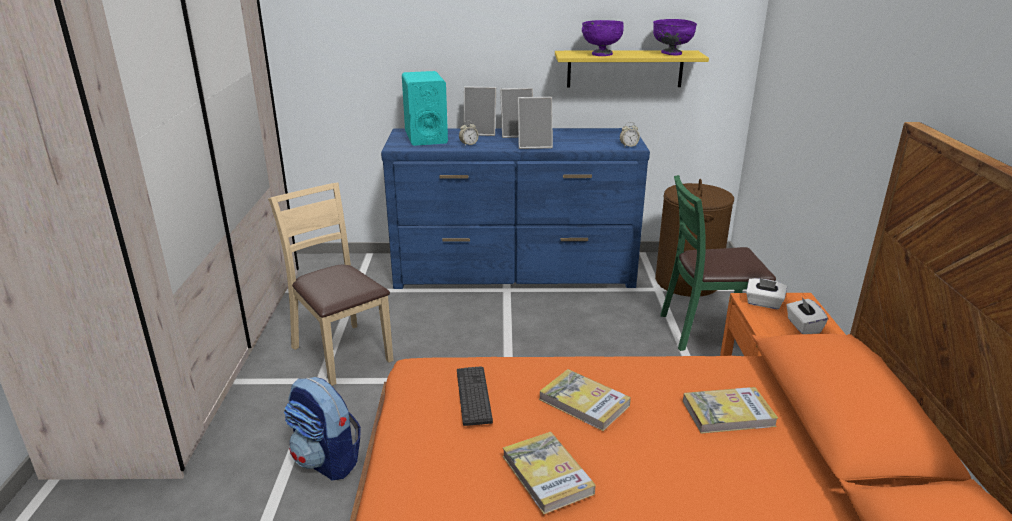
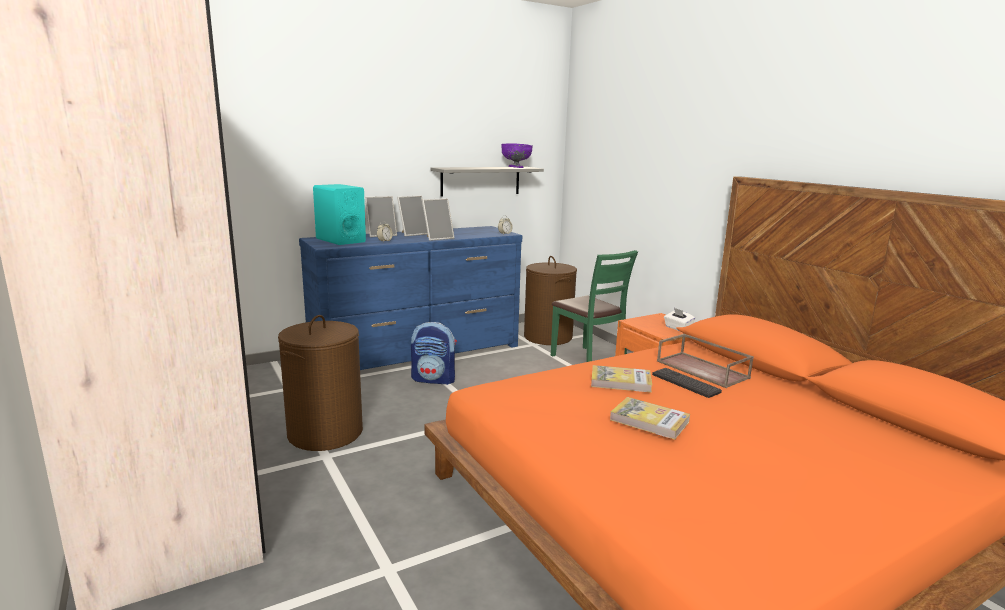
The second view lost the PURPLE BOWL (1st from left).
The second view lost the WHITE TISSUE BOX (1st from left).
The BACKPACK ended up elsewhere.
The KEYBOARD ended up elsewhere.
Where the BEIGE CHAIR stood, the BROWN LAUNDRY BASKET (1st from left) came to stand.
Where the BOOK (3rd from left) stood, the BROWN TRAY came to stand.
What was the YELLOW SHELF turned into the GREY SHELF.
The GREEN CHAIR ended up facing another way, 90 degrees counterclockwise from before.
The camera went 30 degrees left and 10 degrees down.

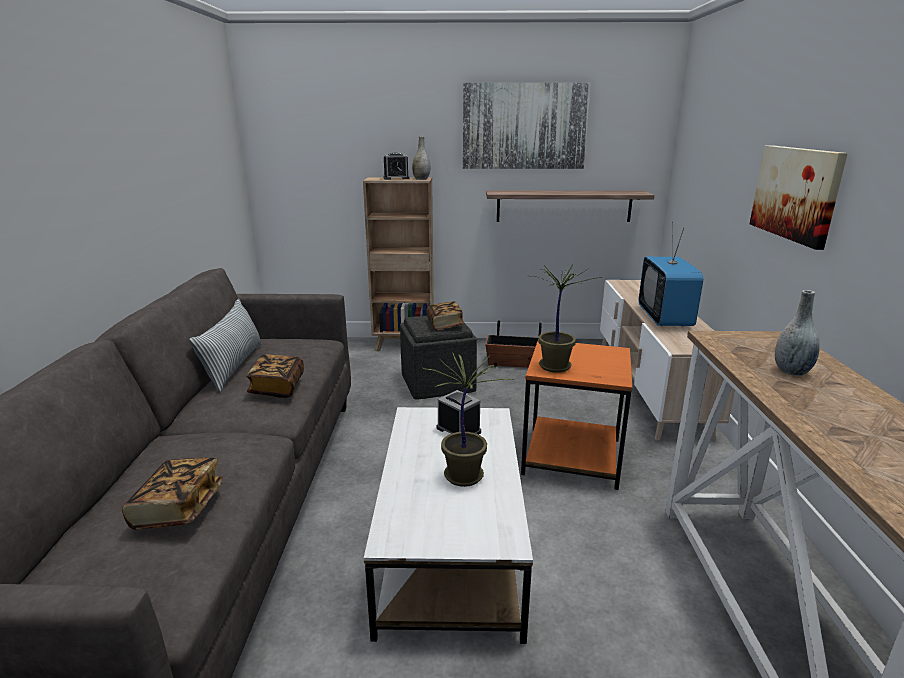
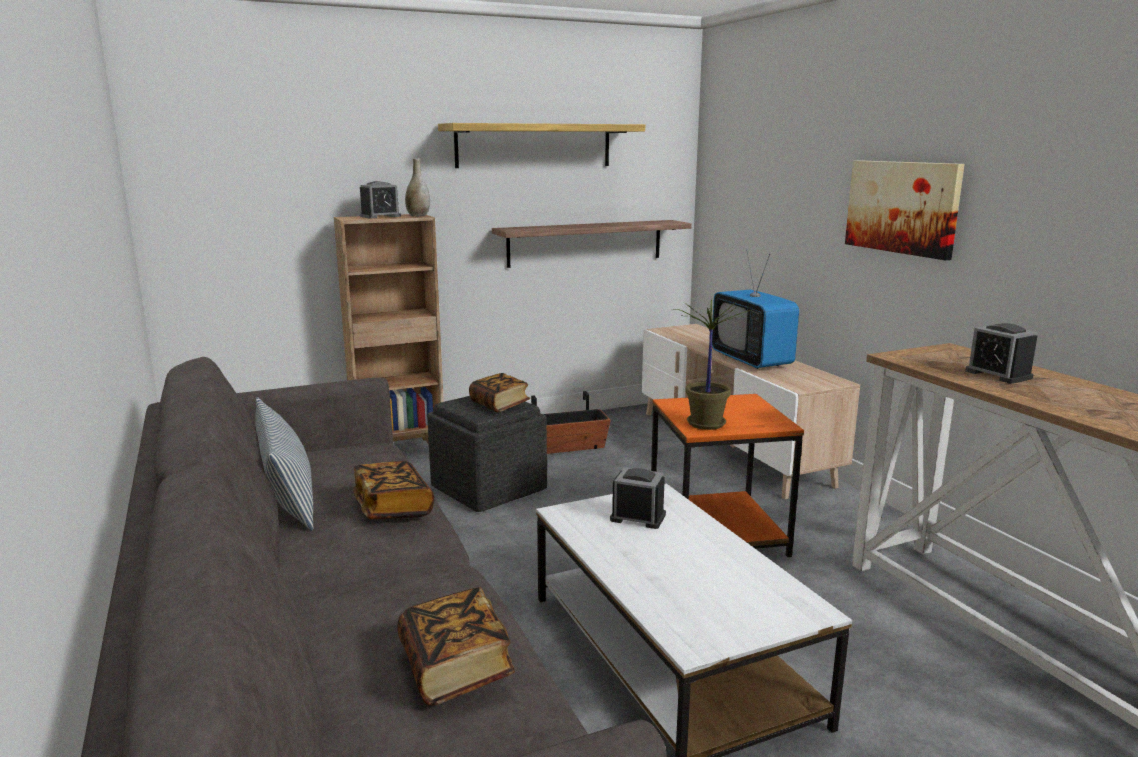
The second view lost the POTTED PLANT (1st from left).
Where the PICTURE (1st from left) hung, the SHELF (1st from left) came to hang.
Where the GREY VASE (2nd from left) stood, the ALARM CLOCK (3rd from left) came to stand.
The camera went 25 degrees left and 5 degrees down.

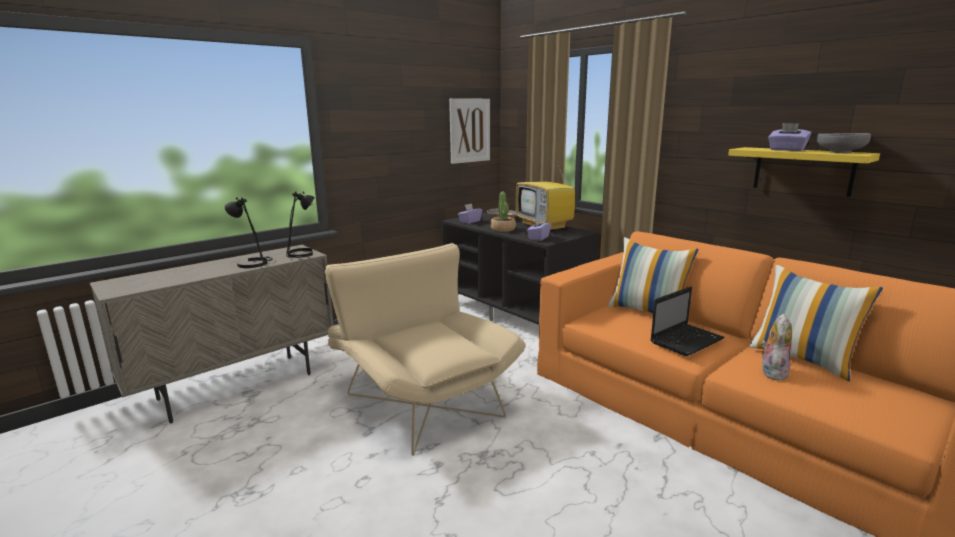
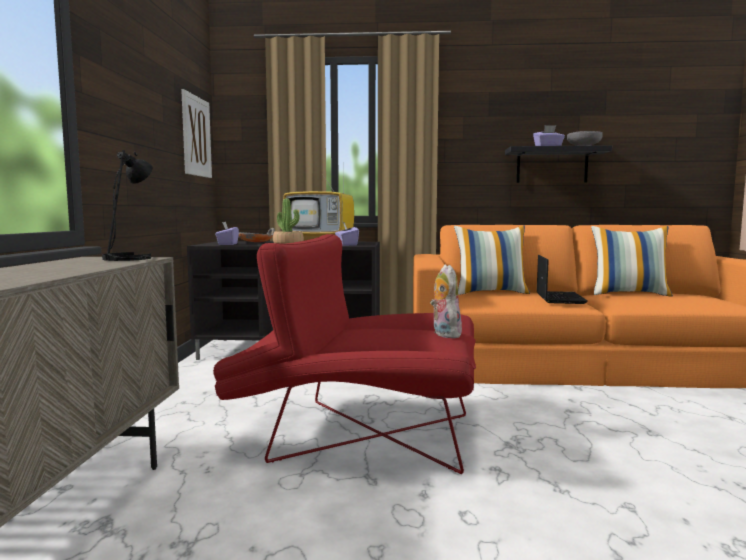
The second view lost the BLACK TABLE LAMP (1st from left).
The PLUSH TOY ended up elsewhere.
What was the BEIGE ARMCHAIR turned into the RED ARMCHAIR.
What was the YELLOW SHELF turned into the BLACK SHELF.
The camera went 45 degrees left and 10 degrees down.

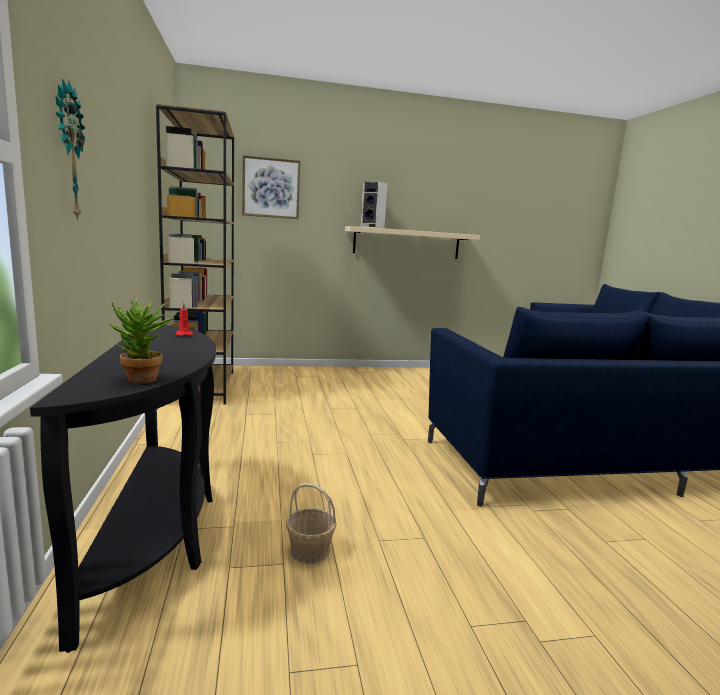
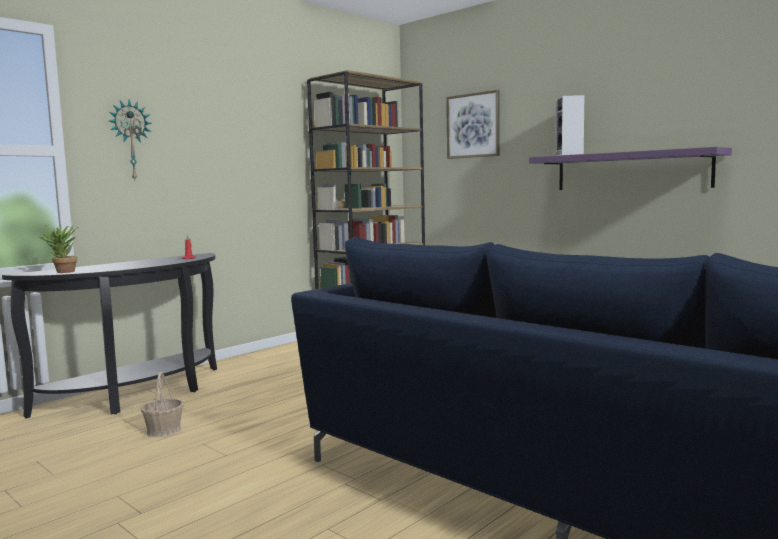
What was the BEIGE SHELF turned into the PURPLE SHELF.
The camera went 55 degrees right and 5 degrees down.

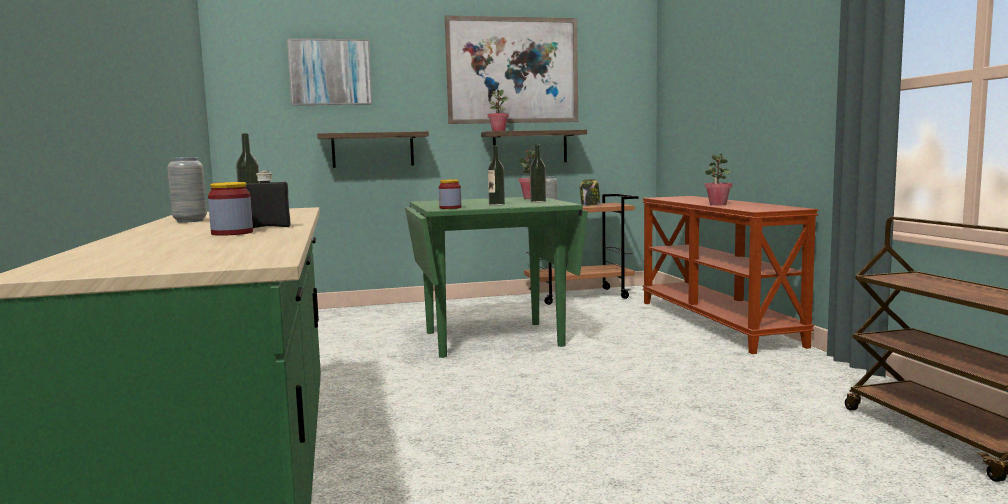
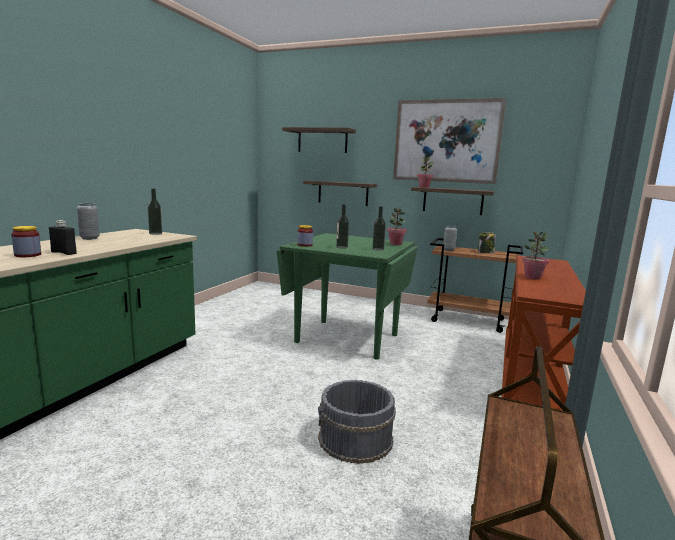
The second view gained the GREY BUCKET.
Where the PICTURE (1st from left) hung, the SHELF (1st from left) came to hang.
The camera went 35 degrees right and 5 degrees up.

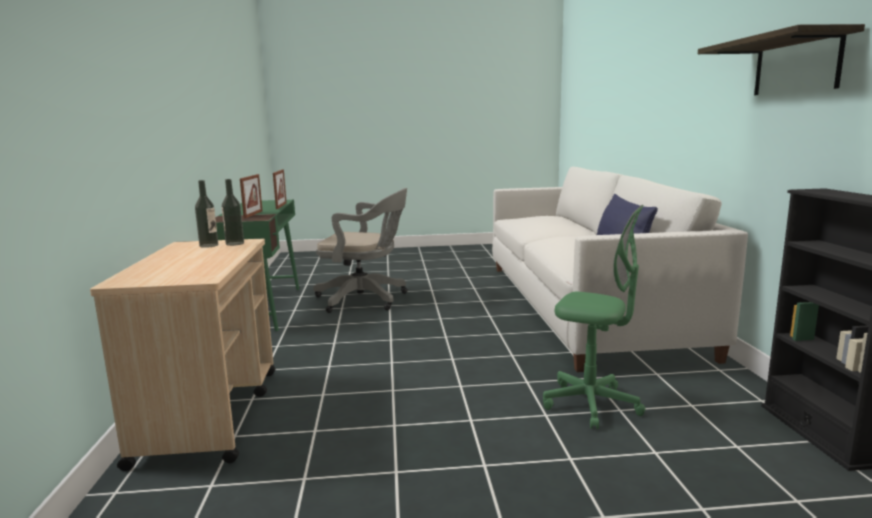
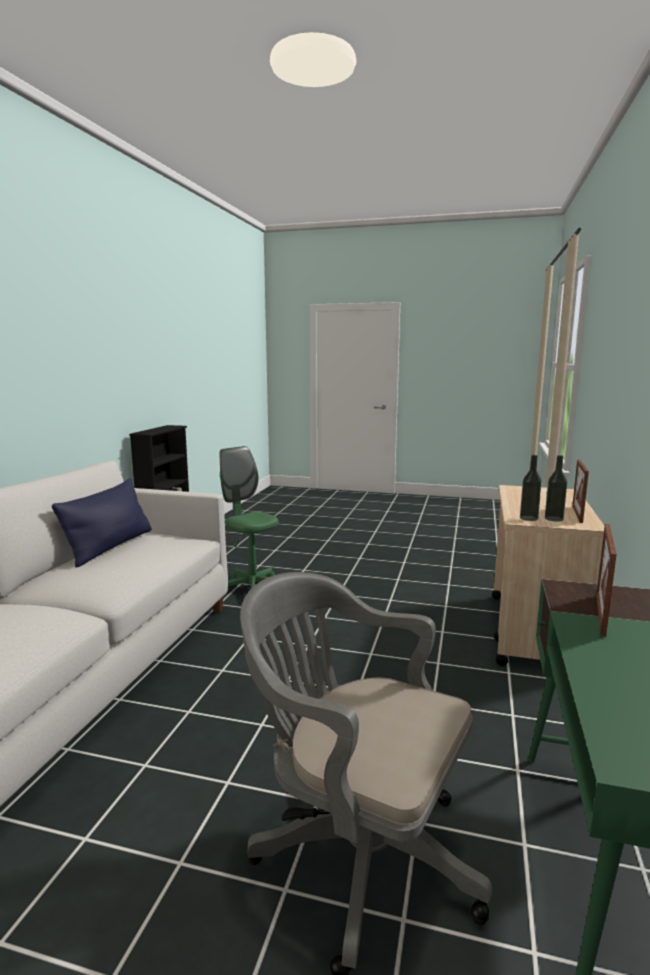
The second view lost the SHELF.
The PICTURE FRAME (2nd from left in the first image) ended up elsewhere.
The camera went 160 degrees left and 0 degrees up.

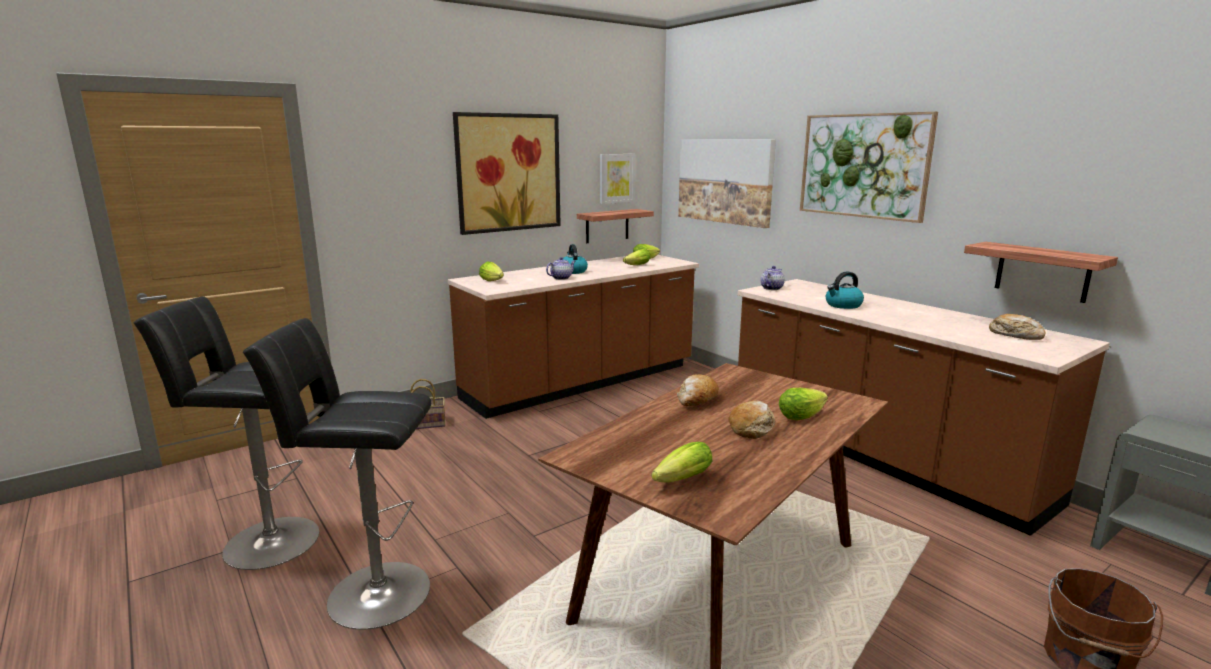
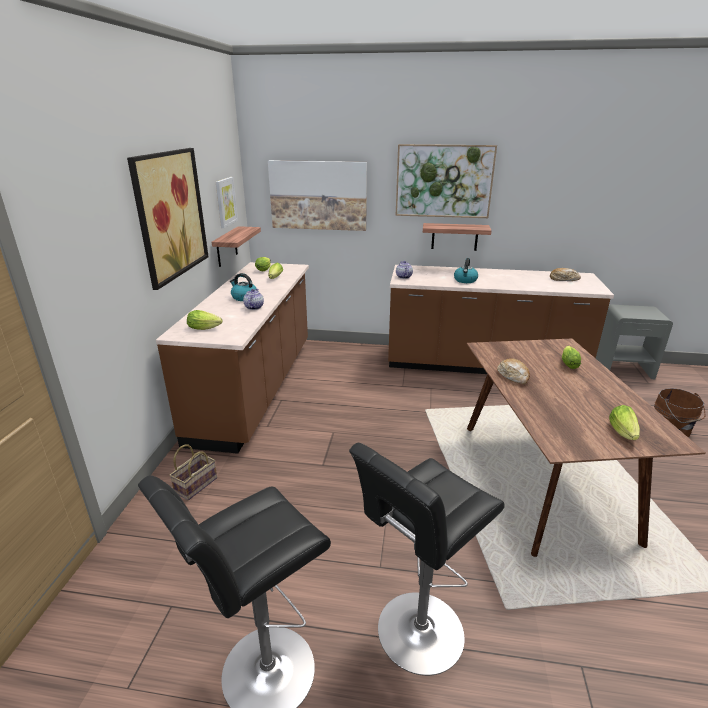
The second view lost the BREAD (2nd from left).
The SHELF (2nd from left) ended up elsewhere.
The camera went 45 degrees left and 10 degrees up.

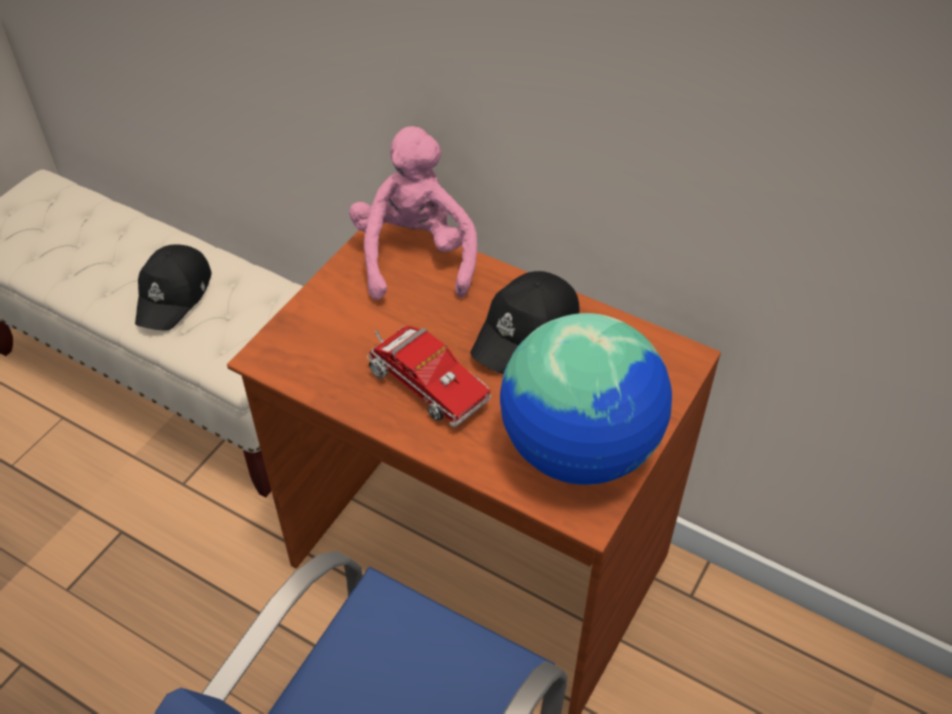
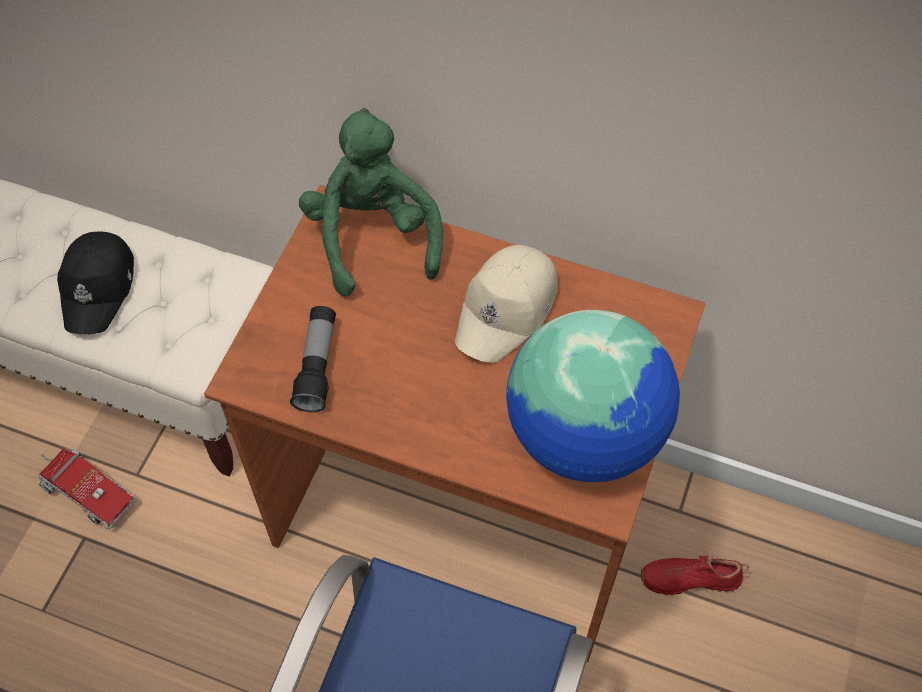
The second view gained the FLASHLIGHT.
The second view gained the RED SHOE.
The TOY TRUCK ended up elsewhere.
What was the PINK PLUSH TOY turned into the GREEN PLUSH TOY.
What was the BLACK CAP (2nd from left) turned into the BEIGE CAP.
The camera went 10 degrees left and 10 degrees up.

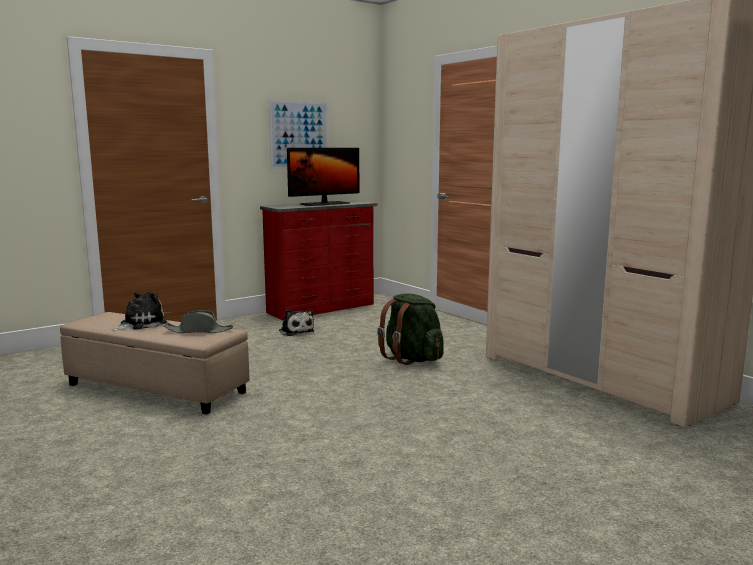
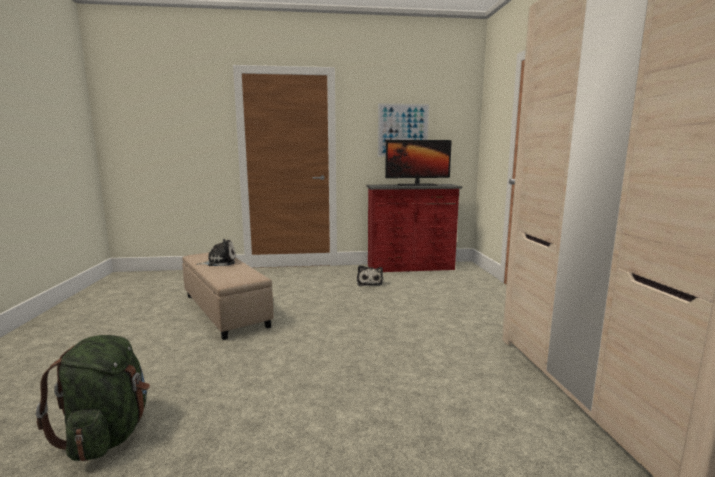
The second view lost the GREY HAT.
The GREEN BACKPACK ended up elsewhere.
The camera went 30 degrees right and 0 degrees up.

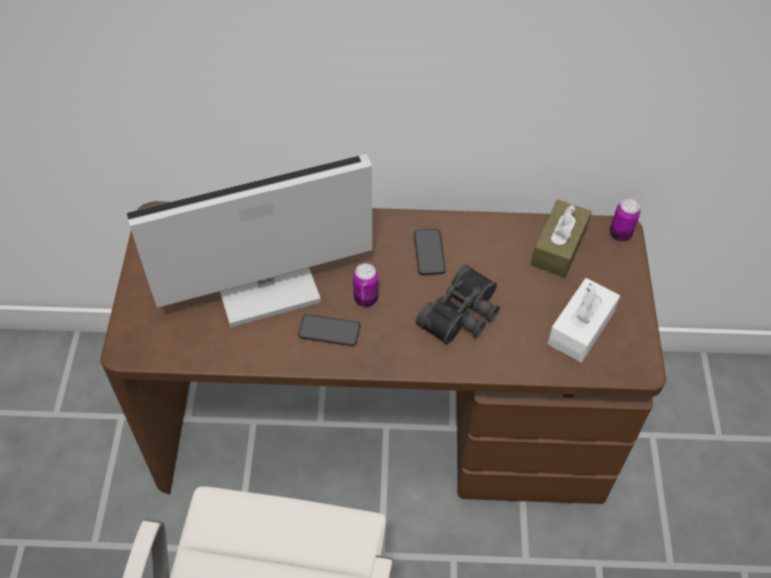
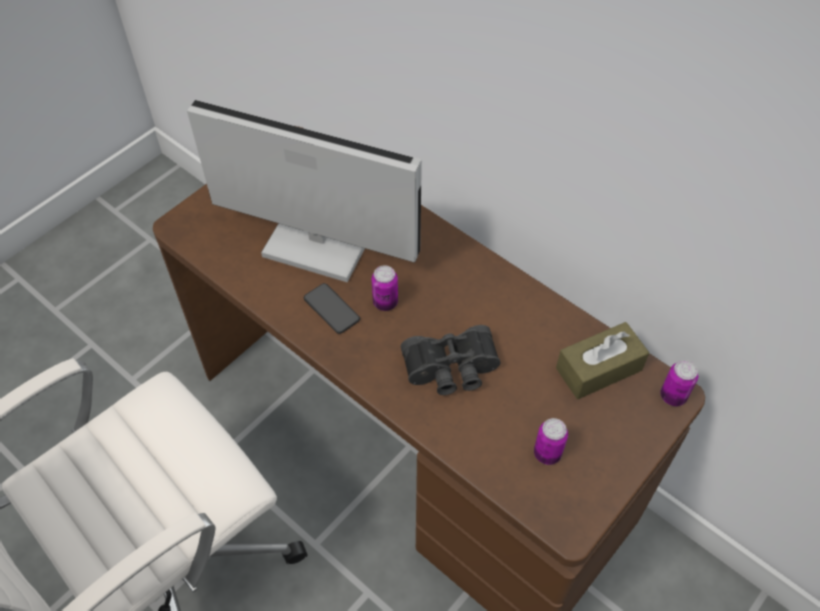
The second view lost the PHONE (2nd from left).
Where the WHITE TISSUE BOX stood, the CAN (2nd from left) came to stand.
The camera went 40 degrees right and 0 degrees up.

